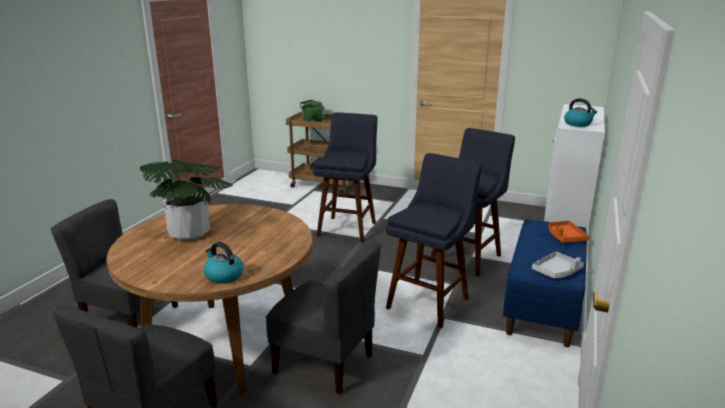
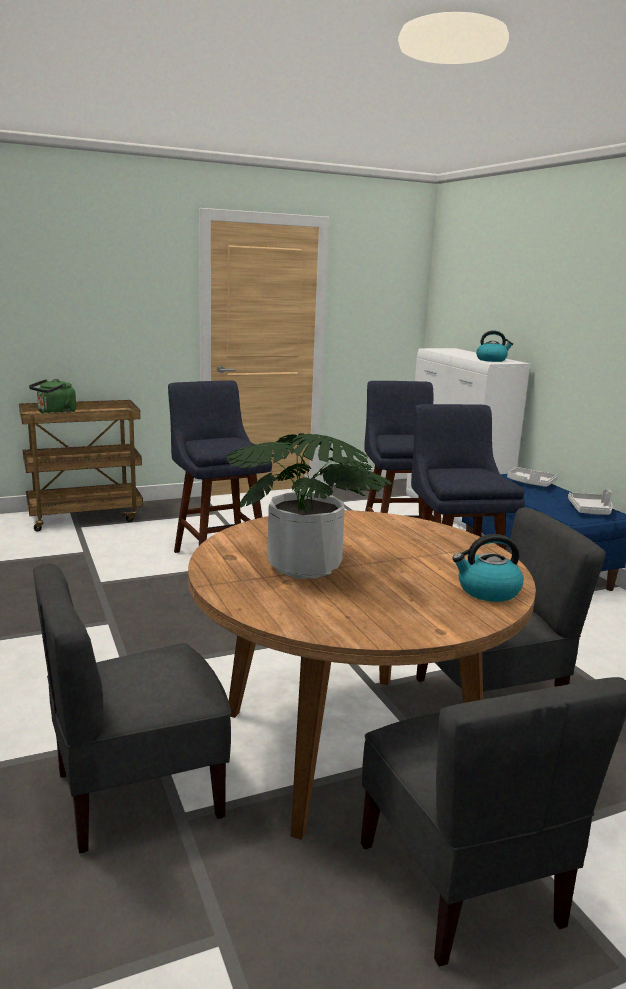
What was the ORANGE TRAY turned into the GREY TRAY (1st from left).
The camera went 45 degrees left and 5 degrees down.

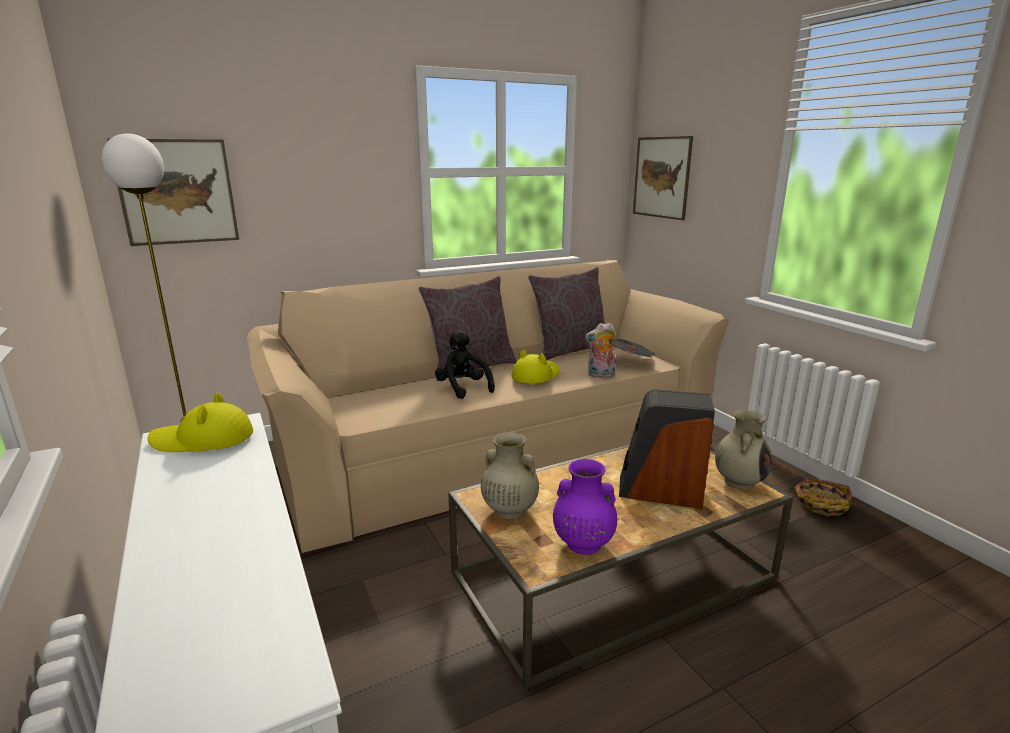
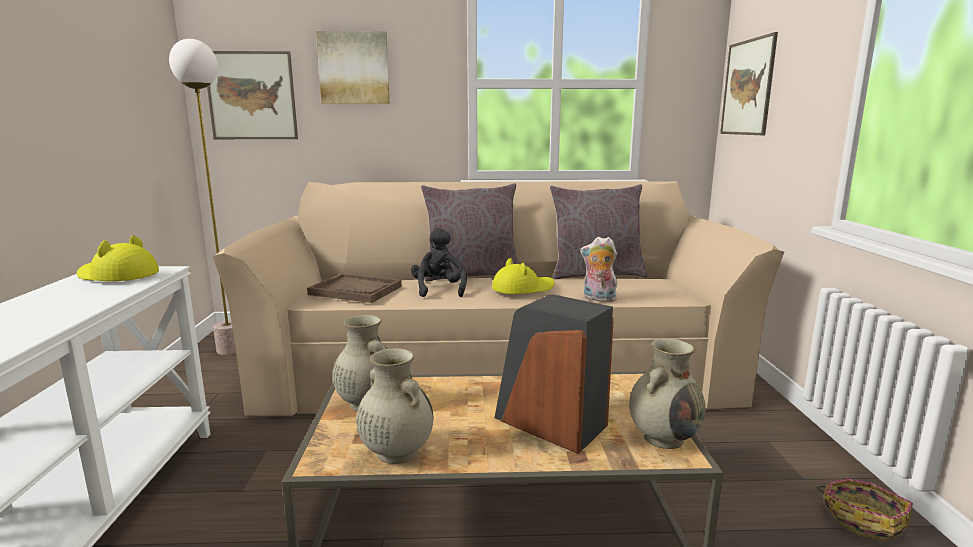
The second view lost the NEWSPAPER.
The second view gained the BROWN TRAY.
The second view gained the PICTURE (2nd from left).
What was the PURPLE VASE turned into the BEIGE VASE (2nd from left).
The camera went 25 degrees right and 5 degrees down.

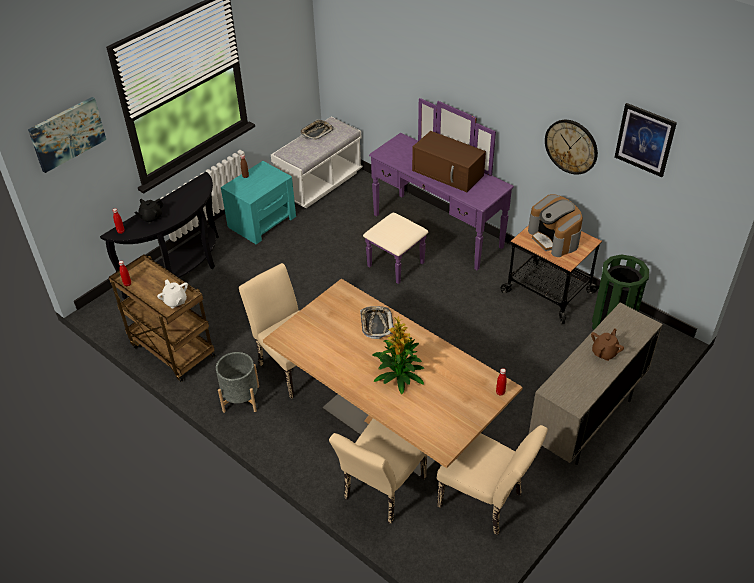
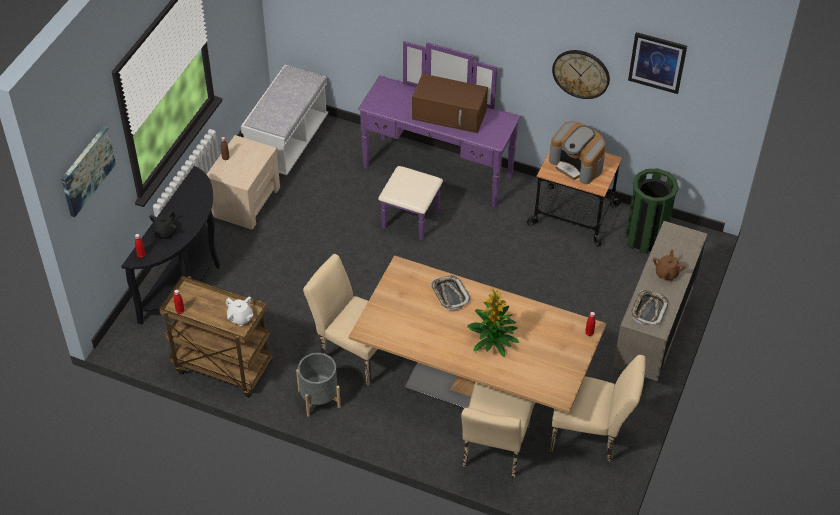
The TRAY (1st from left in the first image) ended up elsewhere.
What was the TURQUOISE NIGHTSTAND turned into the BEIGE NIGHTSTAND.
The camera went 20 degrees left and 5 degrees up.

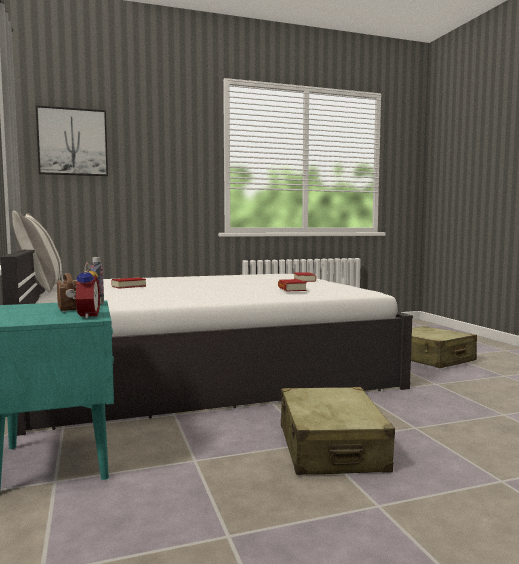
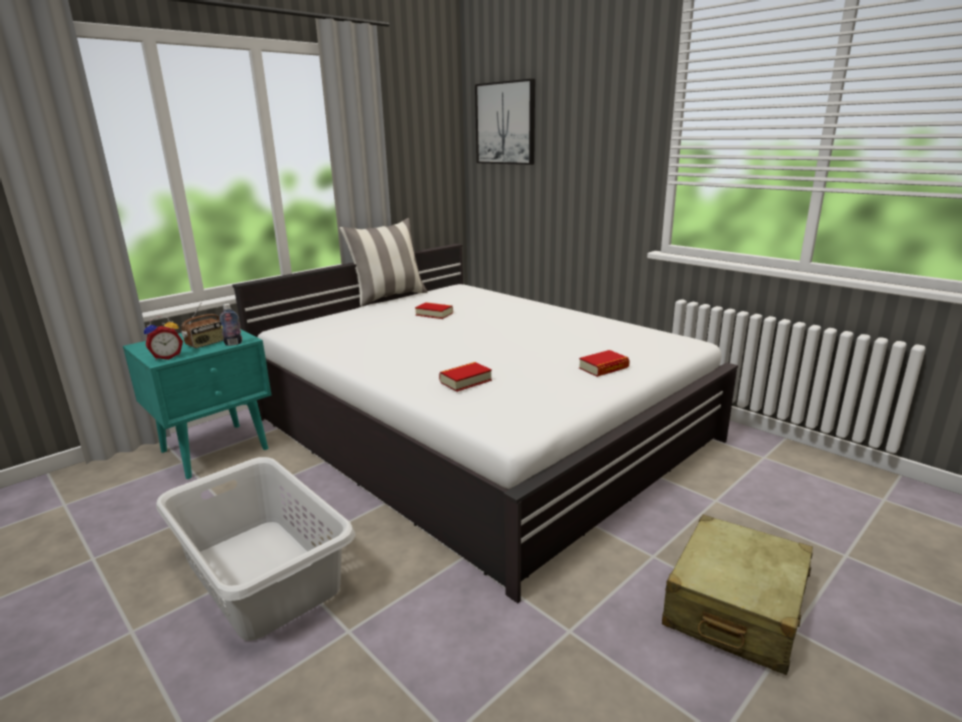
Where the BEIGE SUITCASE (1st from left) stood, the GREY LAUNDRY BASKET came to stand.
The camera went 65 degrees right and 15 degrees up.

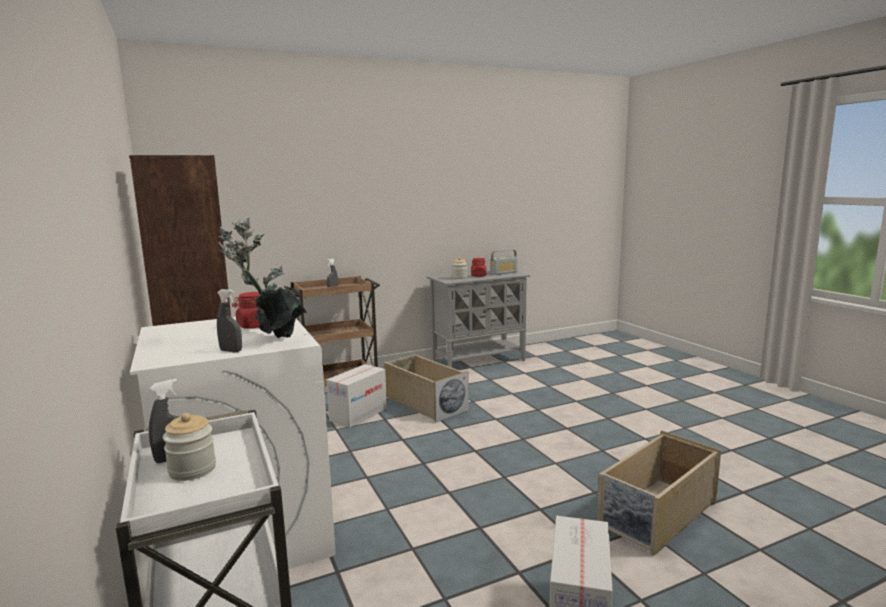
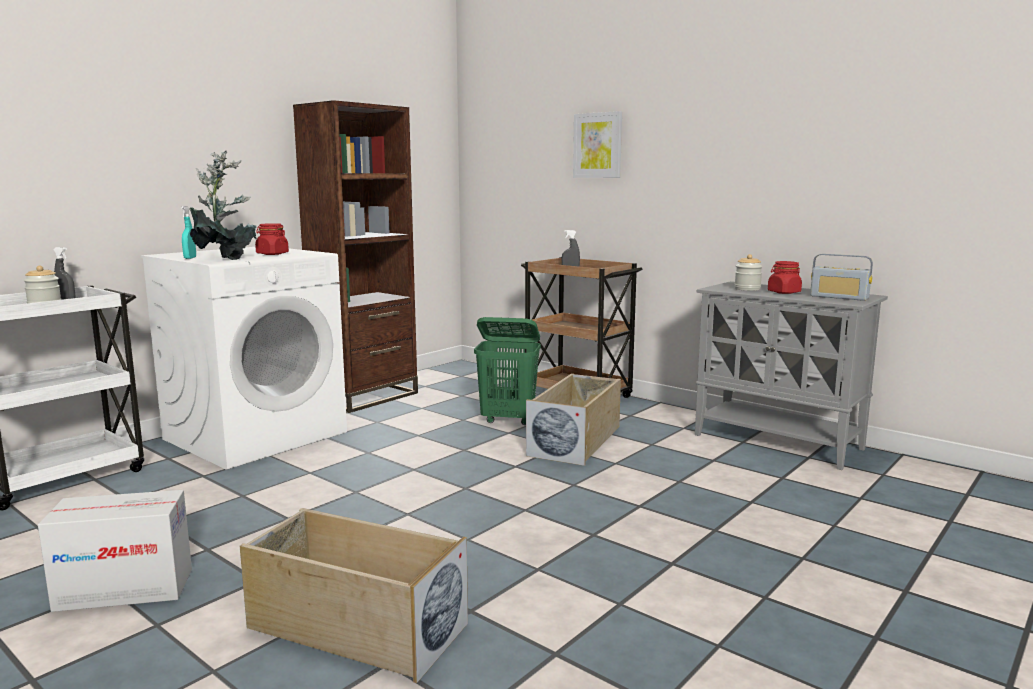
The second view gained the PICTURE.
Where the CARDBOARD BOX (1st from left) stood, the GREEN LAUNDRY BASKET came to stand.
What was the GREY SPRAY BOTTLE (2nd from left) turned into the TURQUOISE SPRAY BOTTLE.
The camera went 65 degrees right and 0 degrees up.

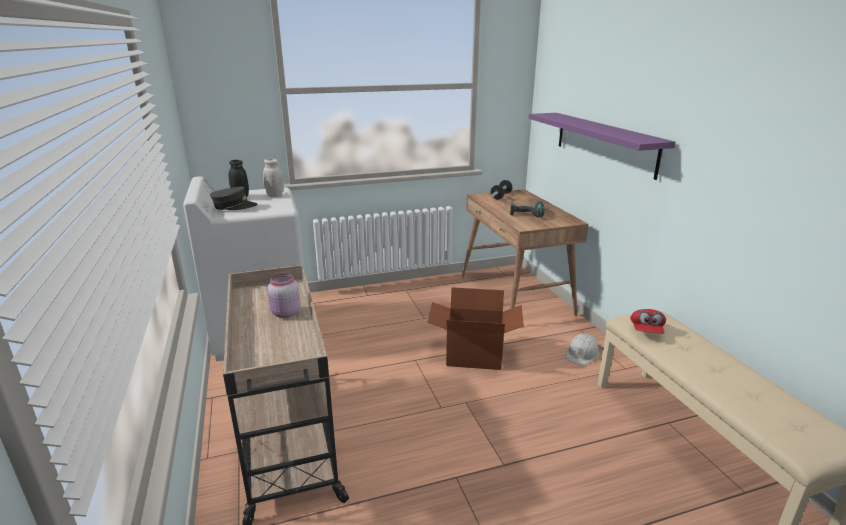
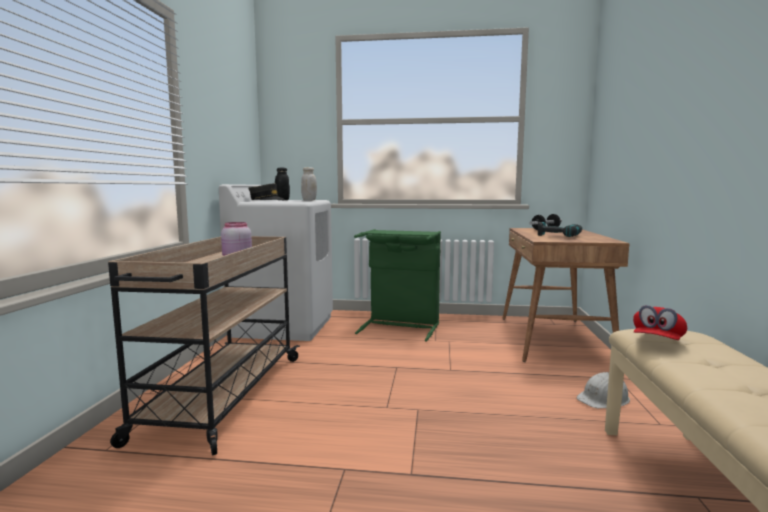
The second view lost the CARDBOARD BOX.
The second view lost the PURPLE SHELF.
The second view gained the GREEN LAUNDRY BASKET.
The camera went 25 degrees right and 15 degrees down.

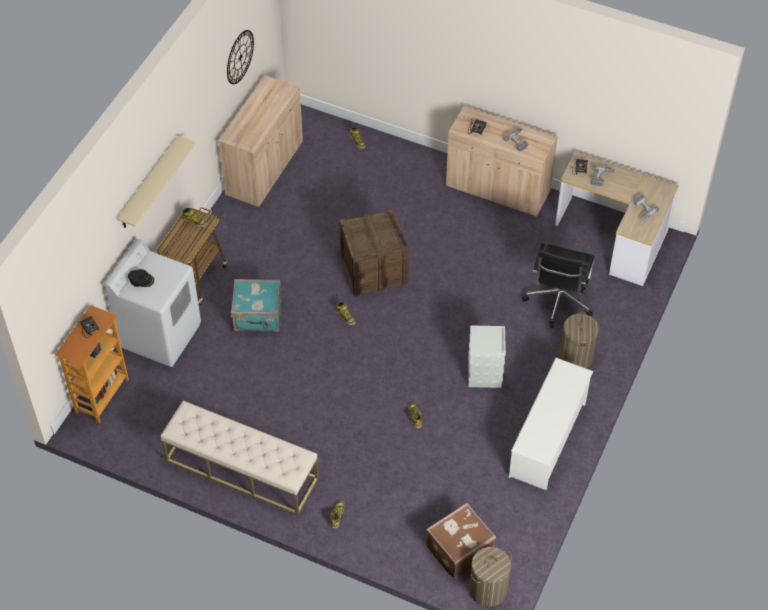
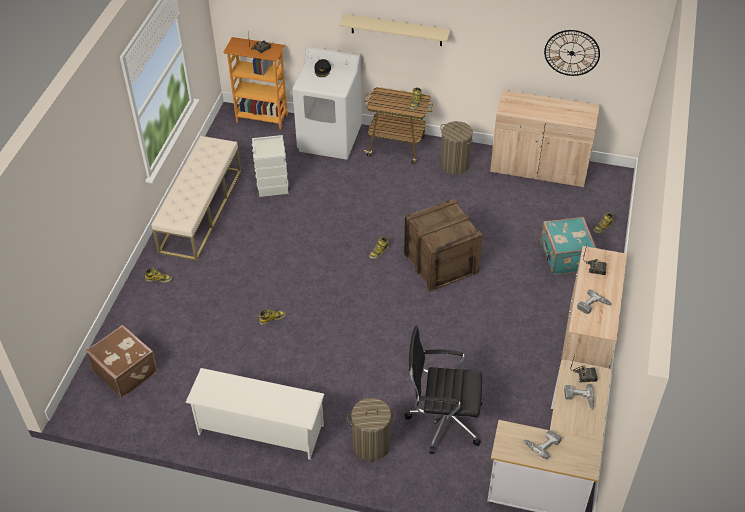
The TURQUOISE SUITCASE ended up elsewhere.
The GREY STORAGE BOX ended up elsewhere.
The LAUNDRY BASKET (1st from left in the first image) ended up elsewhere.
The camera went 80 degrees right and 5 degrees down.

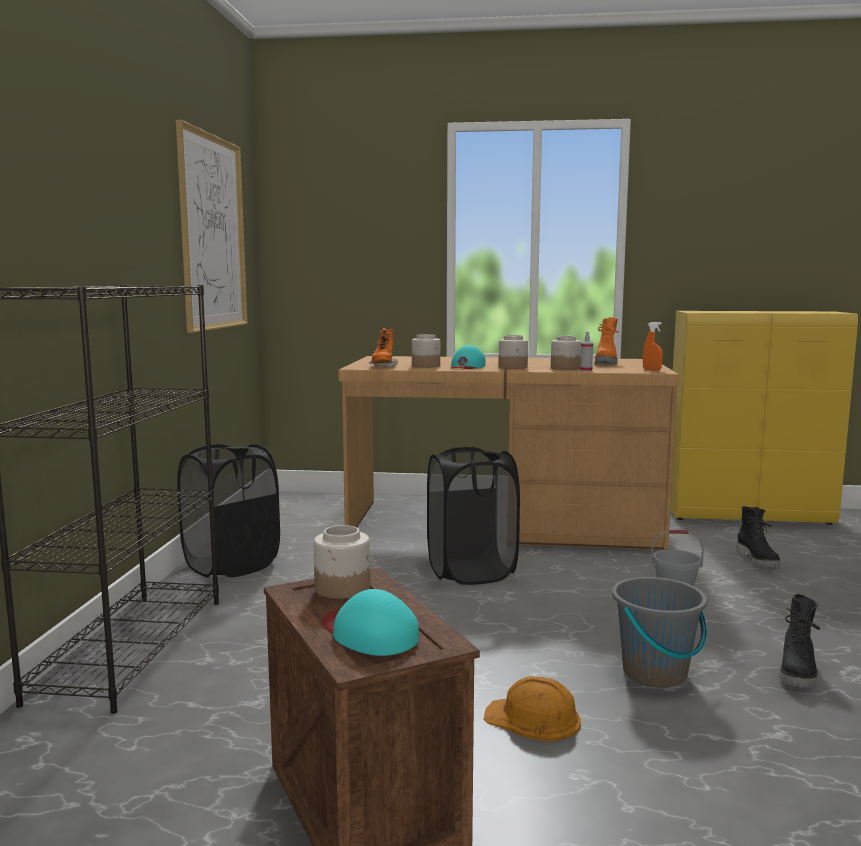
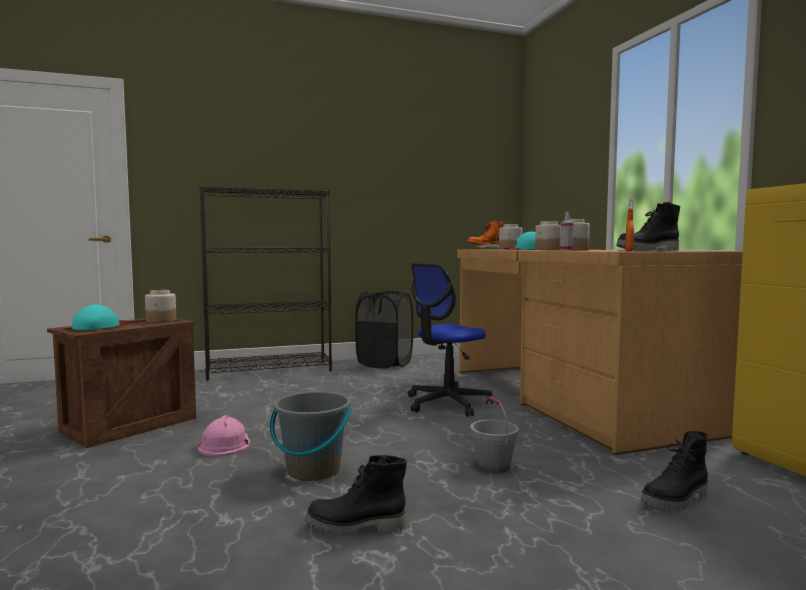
The second view lost the PICTURE.
Where the BLACK LAUNDRY BASKET (2nd from left) stood, the OFFICE CHAIR came to stand.
What was the ORANGE HARD HAT turned into the PINK HARD HAT.
What was the ORANGE BOOT (2nd from left) turned into the BLACK BOOT (2nd from left).
The camera went 65 degrees right and 5 degrees down.

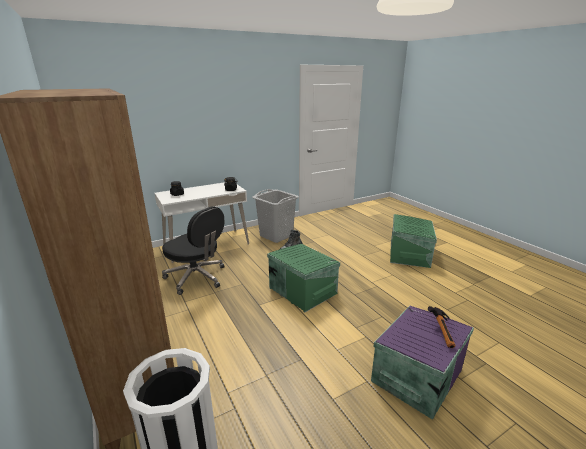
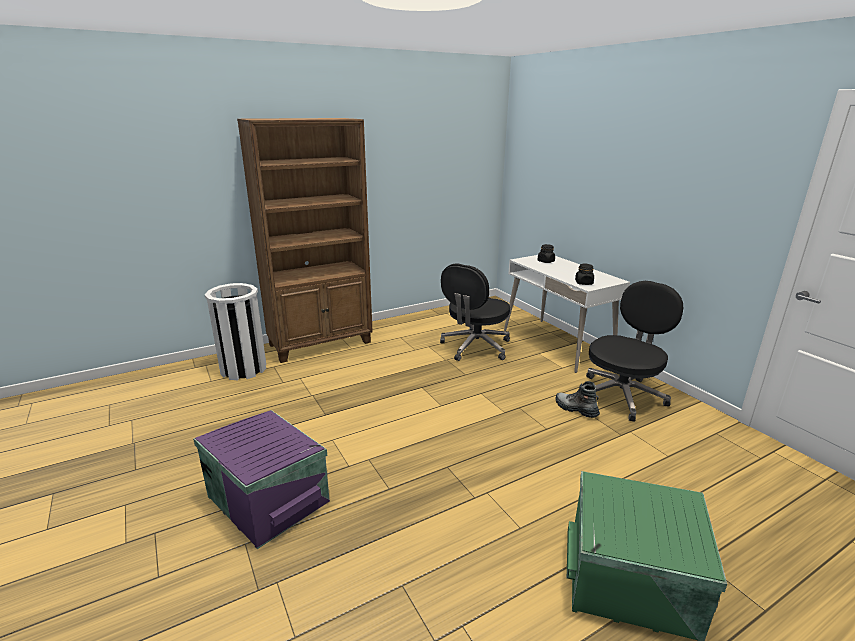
The second view lost the GREEN STORAGE BOX (1st from left).
The second view lost the HAMMER.
Where the GREY LAUNDRY BASKET stood, the BLACK OFFICE CHAIR (2nd from left) came to stand.
The camera went 90 degrees right and 0 degrees up.

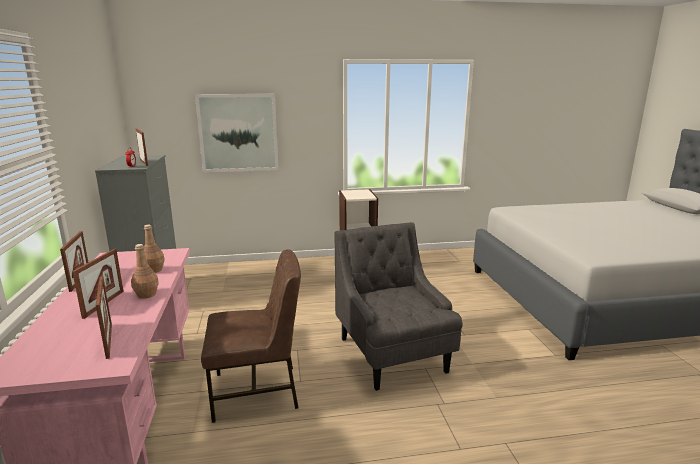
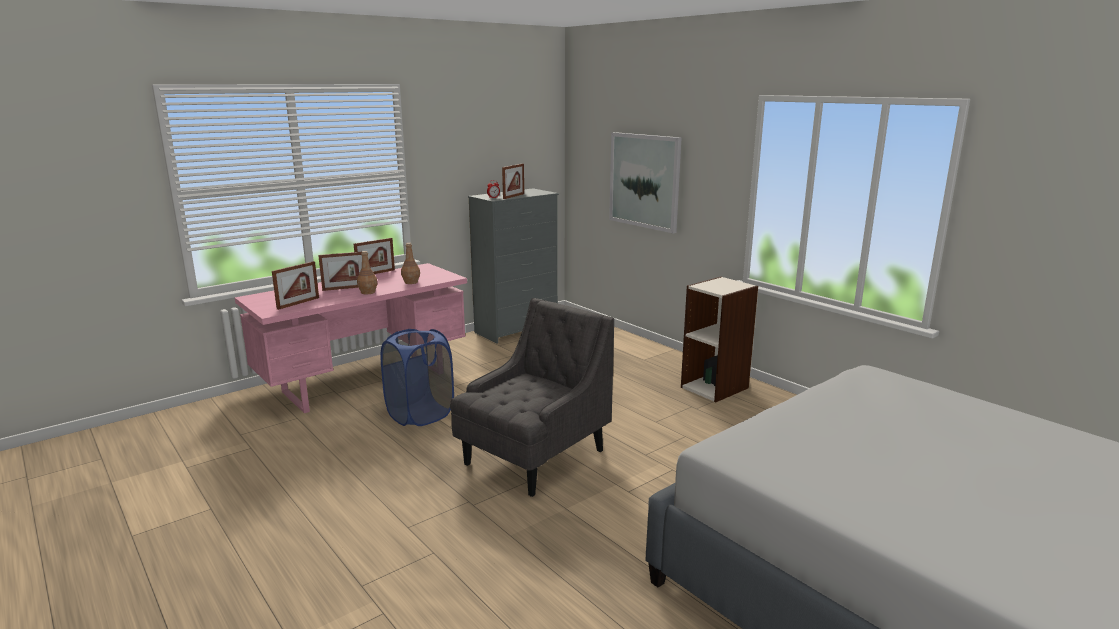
Where the BROWN CHAIR stood, the BLUE LAUNDRY BASKET came to stand.
The camera went 60 degrees right and 0 degrees up.

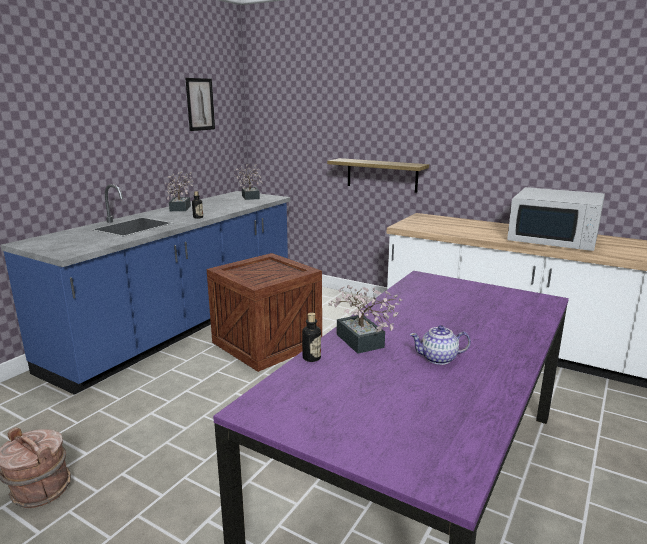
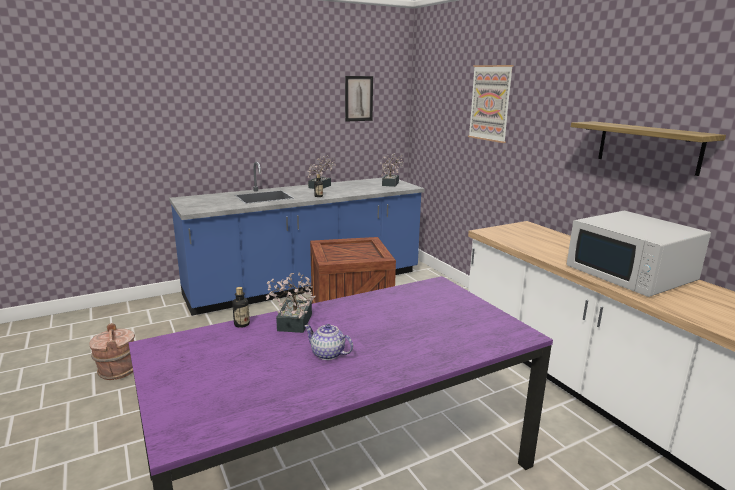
The second view gained the PICTURE (2nd from left).
The SHELF ended up elsewhere.
The camera went 30 degrees right and 0 degrees up.

